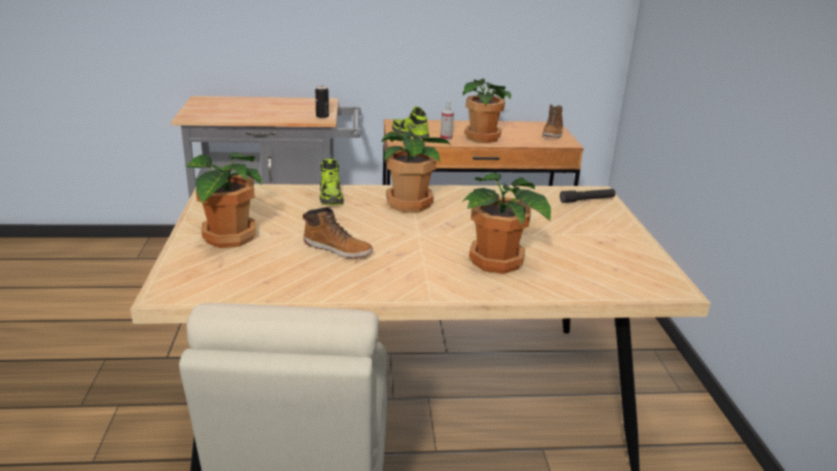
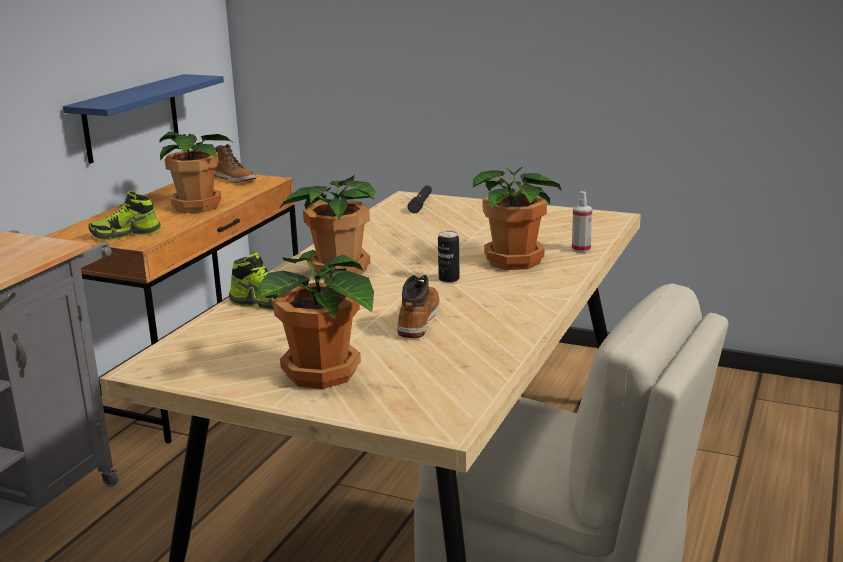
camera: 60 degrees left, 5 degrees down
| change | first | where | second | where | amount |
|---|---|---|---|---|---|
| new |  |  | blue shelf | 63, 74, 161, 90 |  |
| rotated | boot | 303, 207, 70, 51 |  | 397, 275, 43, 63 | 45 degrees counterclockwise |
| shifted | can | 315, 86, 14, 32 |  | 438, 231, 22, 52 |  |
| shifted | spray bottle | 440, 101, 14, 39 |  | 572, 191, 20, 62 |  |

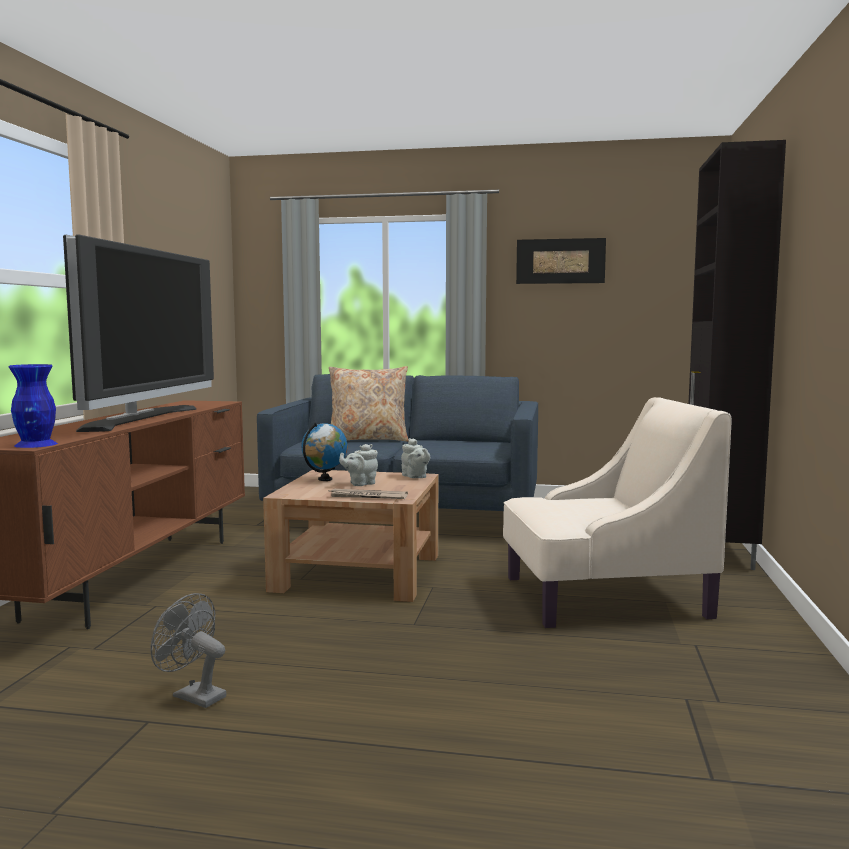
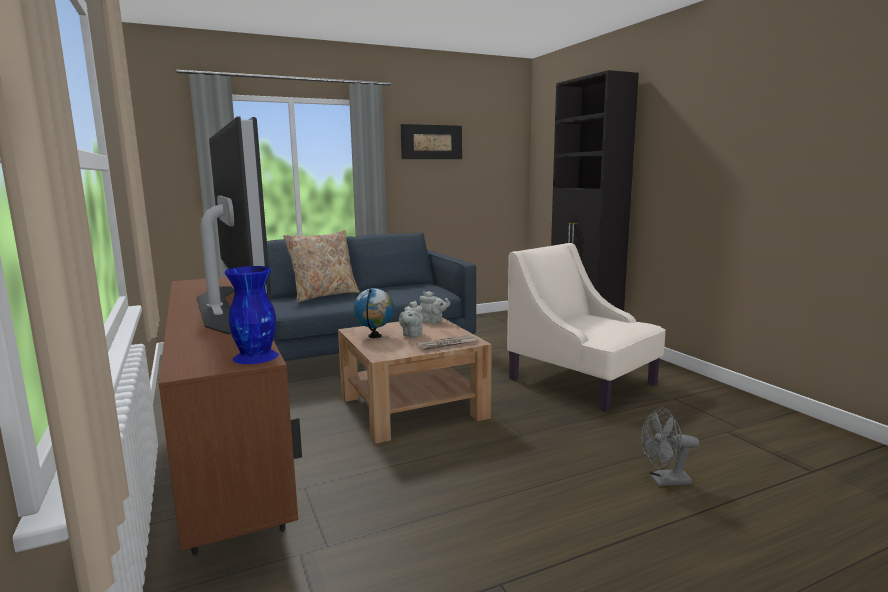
camera: 35 degrees left, 5 degrees up
| change | first | where | second | where | amount |
|---|---|---|---|---|---|
| rotated | beige armchair | 503, 397, 229, 231 |  | 507, 243, 159, 169 | 90 degrees counterclockwise |
| shifted | grey fan | 150, 593, 77, 115 |  | 641, 408, 58, 78 |  |

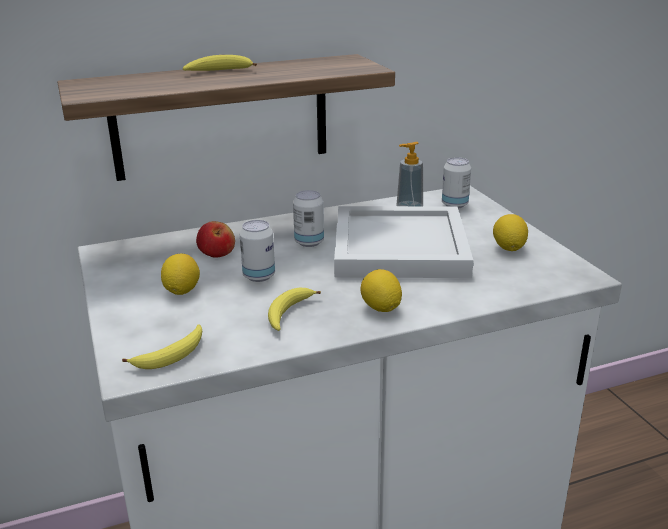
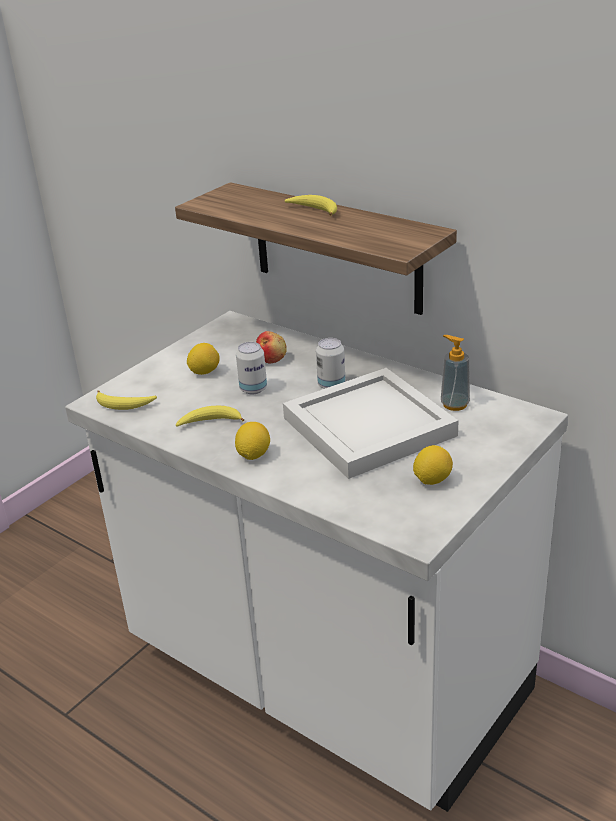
camera: 60 degrees right, 5 degrees up
| change | first | where | second | where | amount |
|---|---|---|---|---|---|
| gone | can | 442, 157, 29, 51 |  |  |  |

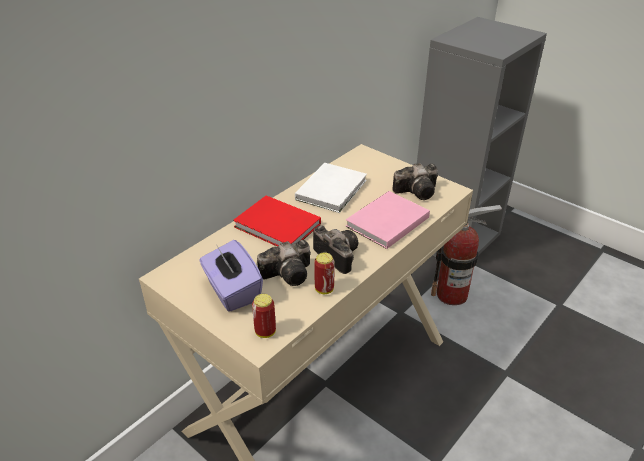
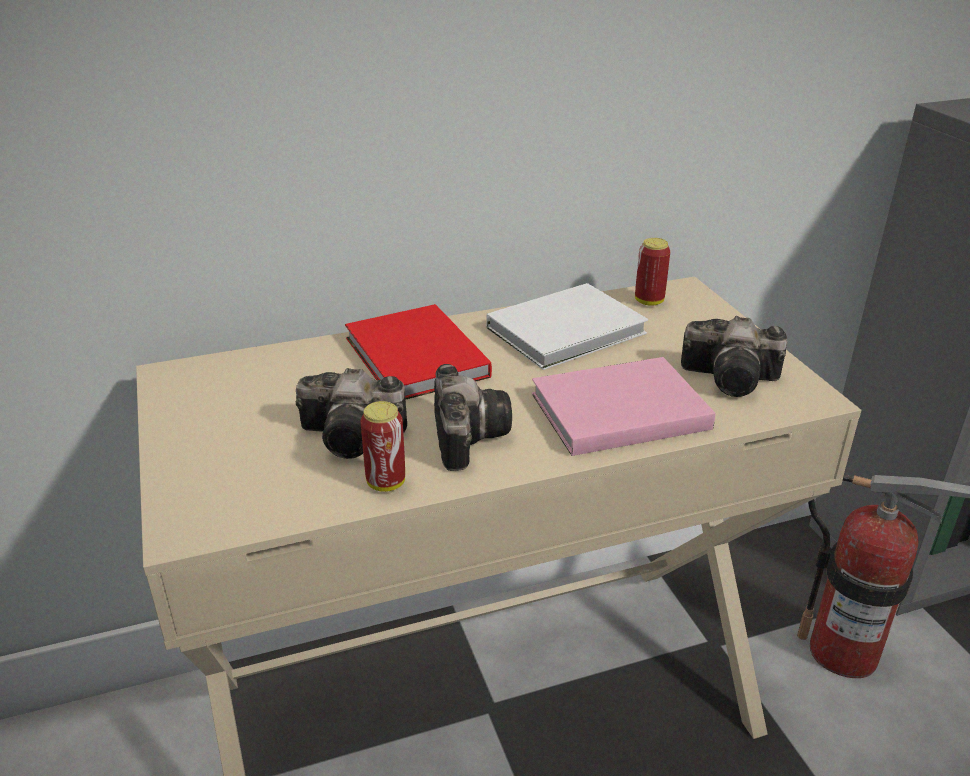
camera: 30 degrees right, 5 degrees down
| change | first | where | second | where | amount |
|---|---|---|---|---|---|
| shifted | can | 252, 294, 24, 44 |  | 635, 238, 35, 68 |  |
| gone | purple tissue box | 199, 240, 64, 72 |  |  |  |

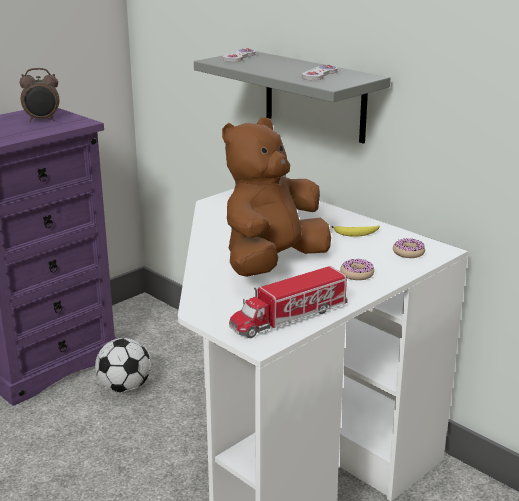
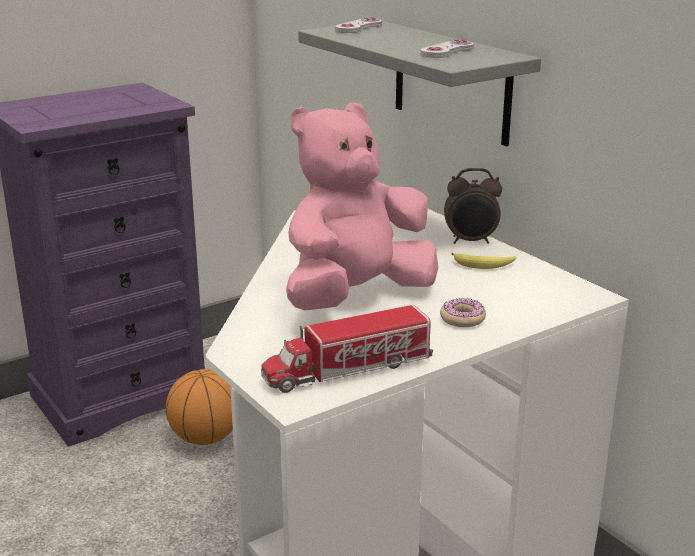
camera: 10 degrees right, 0 degrees up
| change | first | where | second | where | amount |
|---|---|---|---|---|---|
| swapped | football | 95, 338, 56, 55 | basketball | 166, 369, 67, 76 |  |
| repainted | brown plush toy | 222, 117, 109, 160 | pink plush toy | 286, 102, 152, 209 |  |
| shifted | alarm clock | 20, 68, 39, 54 |  | 444, 168, 58, 76 |  |
| gone | donut | 393, 238, 32, 20 |  |  |  |

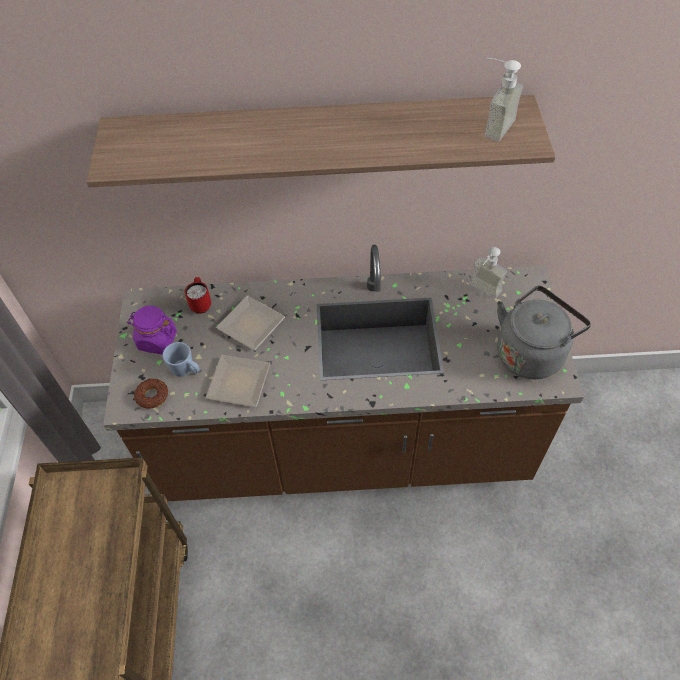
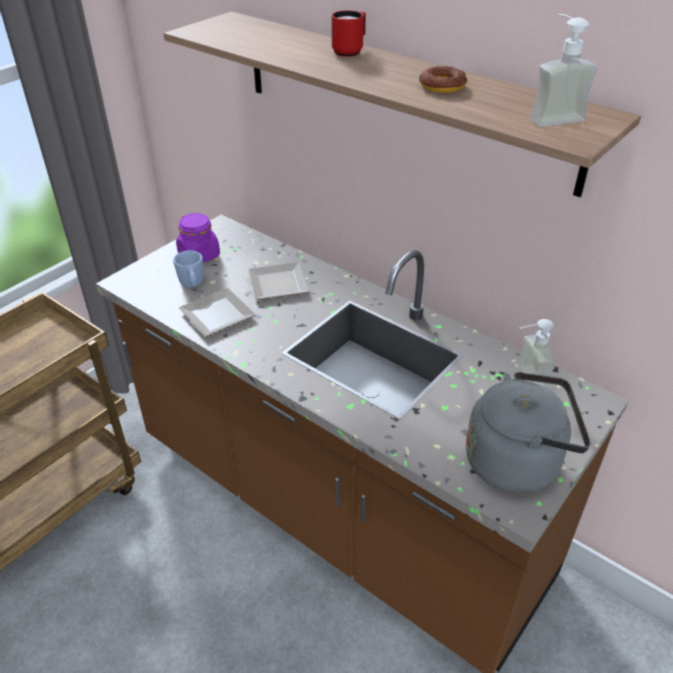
camera: 40 degrees right, 15 degrees down
| change | first | where | second | where | amount |
|---|---|---|---|---|---|
| shifted | red mug | 185, 277, 26, 37 |  | 332, 10, 34, 47 |  |
| shifted | donut | 134, 379, 34, 30 |  | 419, 66, 49, 27 |  |

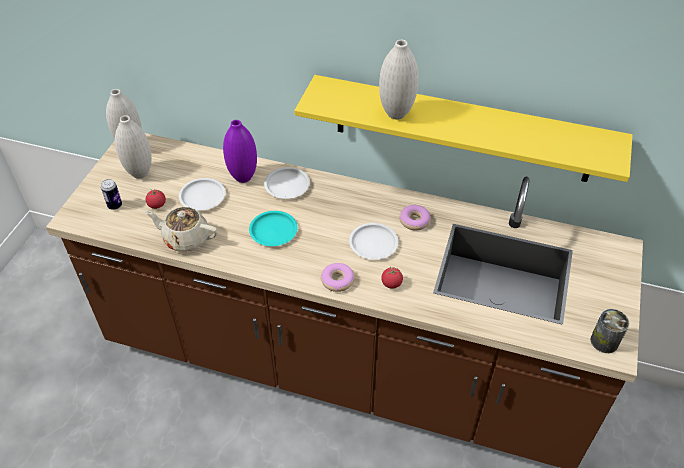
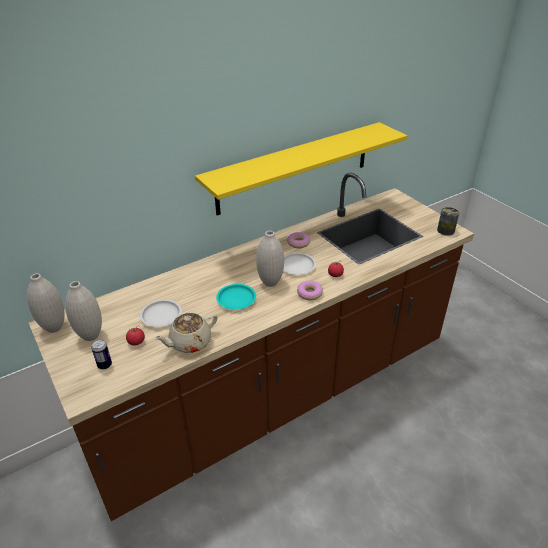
camera: 50 degrees left, 10 degrees down
| change | first | where | second | where | amount |
|---|---|---|---|---|---|
| shifted | white vase | 379, 40, 40, 80 |  | 256, 231, 28, 56 |  |
| gone | purple vase | 223, 120, 34, 63 |  |  |  |
| gone | white plate | 264, 167, 46, 32 |  |  |  |

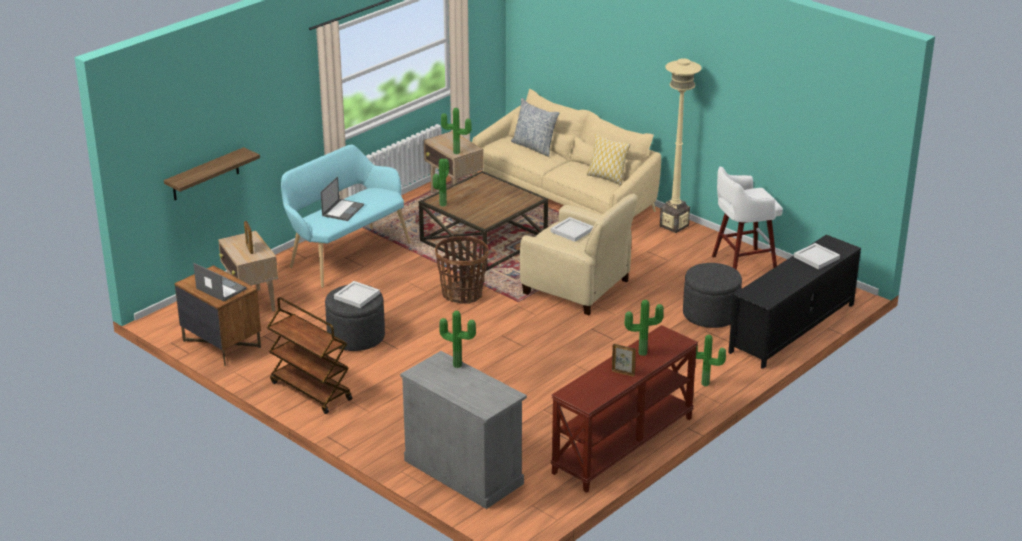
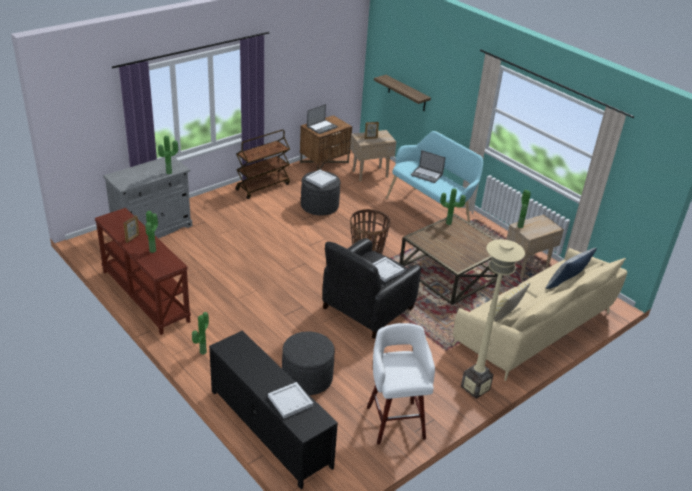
camera: 95 degrees right, 5 degrees up
| change | first | where | second | where | amount |
|---|---|---|---|---|---|
| repainted | beige armchair | 520, 194, 118, 121 | black armchair | 322, 238, 99, 101 |  |

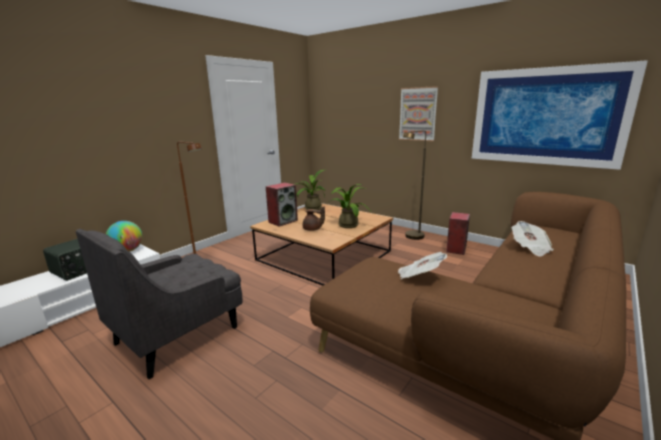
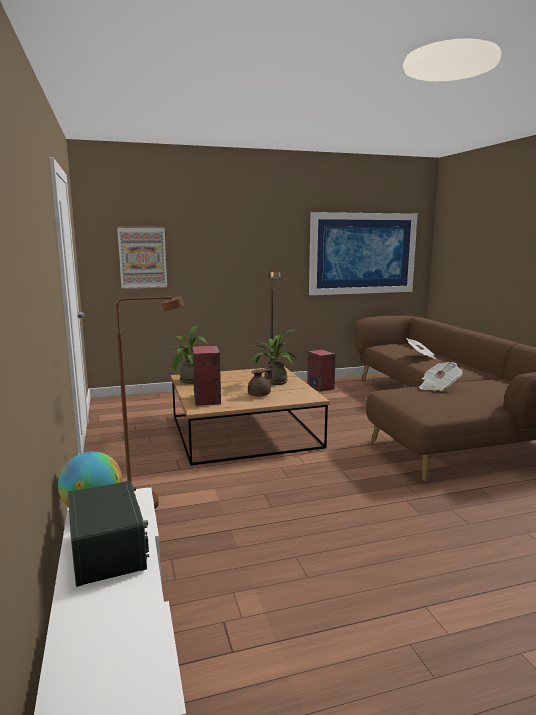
camera: 55 degrees left, 5 degrees down
| change | first | where | second | where | amount |
|---|---|---|---|---|---|
| shifted | picture | 399, 86, 39, 55 |  | 117, 226, 50, 63 |  |
| gone | grey armchair | 76, 229, 167, 150 |  |  |  |

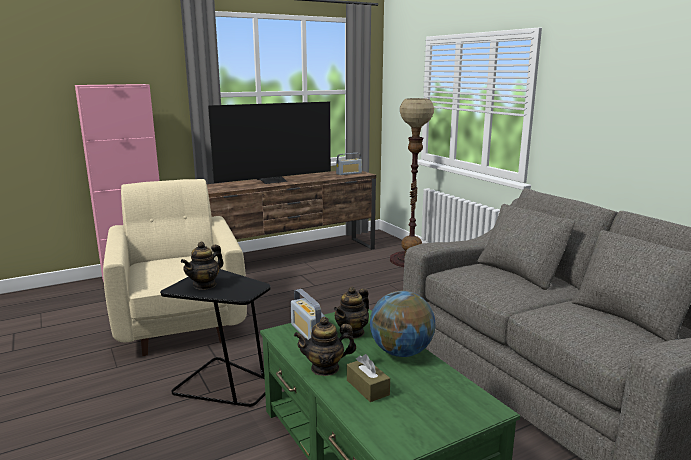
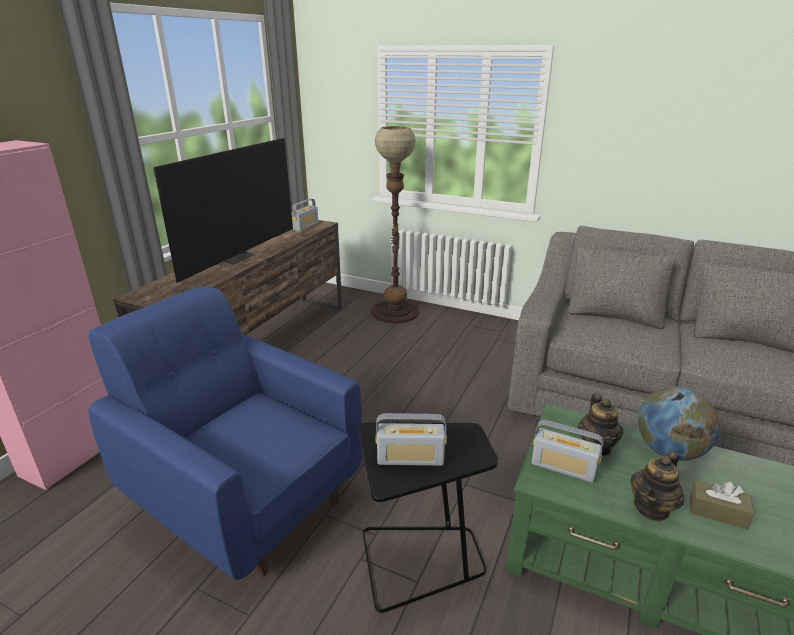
camera: 35 degrees left, 10 degrees up
| change | first | where | second | where | amount |
|---|---|---|---|---|---|
| repainted | beige armchair | 103, 179, 144, 177 | blue armchair | 88, 286, 275, 294 |  |
| swapped | teapot | 181, 241, 43, 49 | radio | 376, 413, 71, 53 |  |

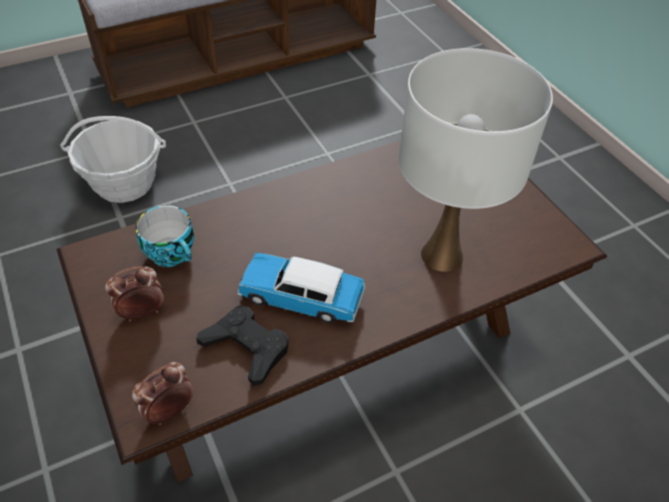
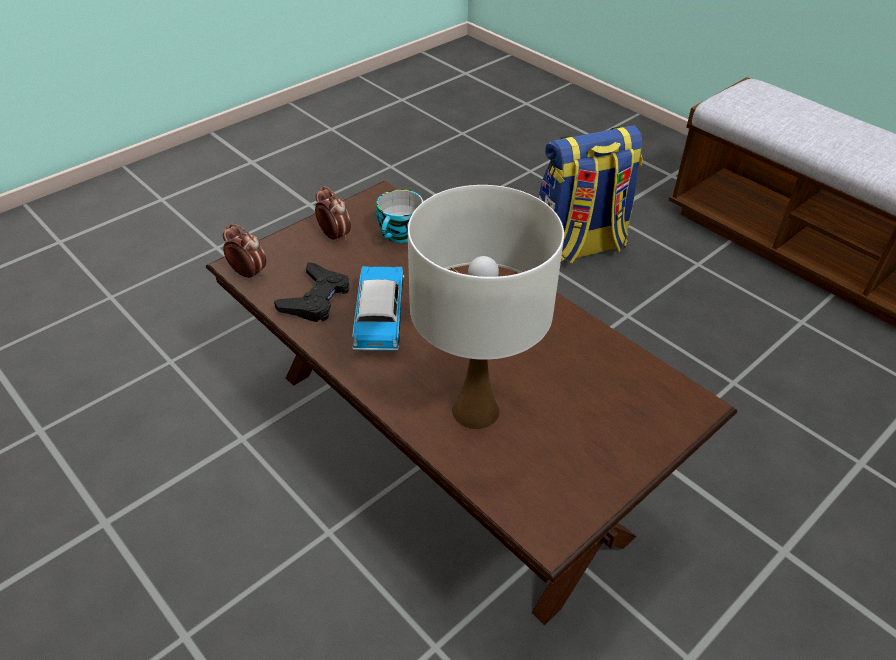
camera: 75 degrees right, 5 degrees down
| change | first | where | second | where | amount |
|---|---|---|---|---|---|
| swapped | basket | 60, 116, 106, 87 | backpack | 538, 126, 105, 137 |  |

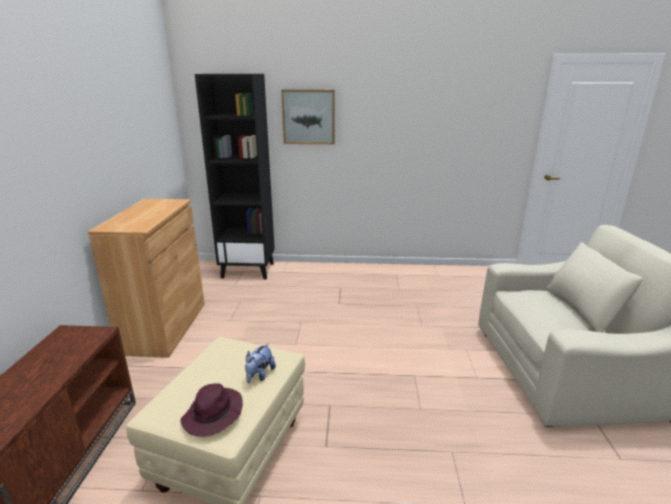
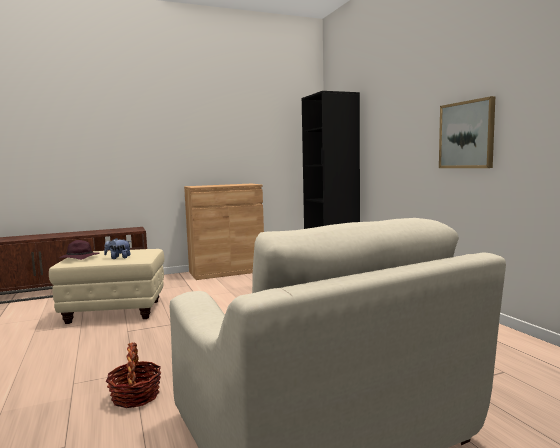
camera: 65 degrees right, 15 degrees down
| change | first | where | second | where | amount |
|---|---|---|---|---|---|
| new |  |  | basket | 106, 342, 55, 66 |  |
| shifted | picture | 281, 90, 54, 54 |  | 439, 96, 56, 72 |  |

